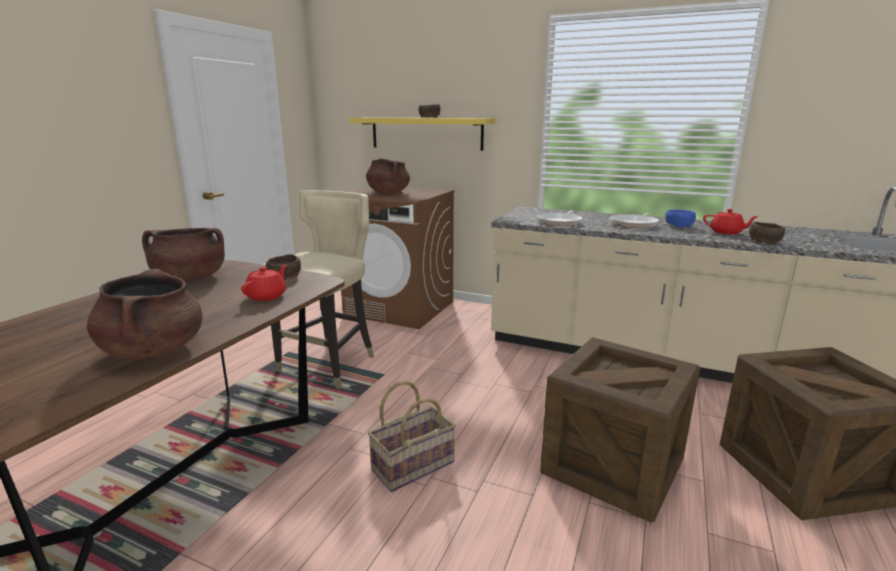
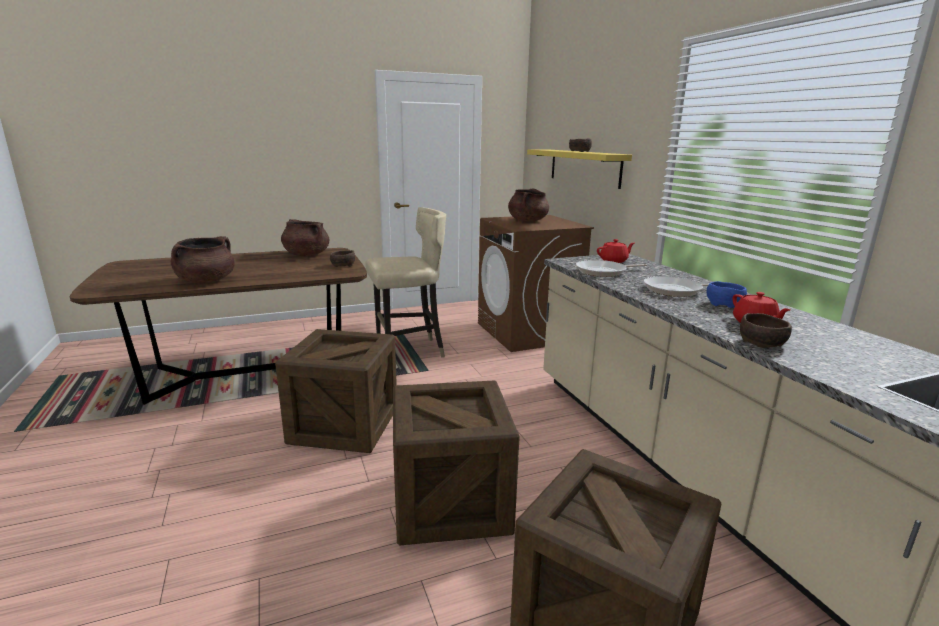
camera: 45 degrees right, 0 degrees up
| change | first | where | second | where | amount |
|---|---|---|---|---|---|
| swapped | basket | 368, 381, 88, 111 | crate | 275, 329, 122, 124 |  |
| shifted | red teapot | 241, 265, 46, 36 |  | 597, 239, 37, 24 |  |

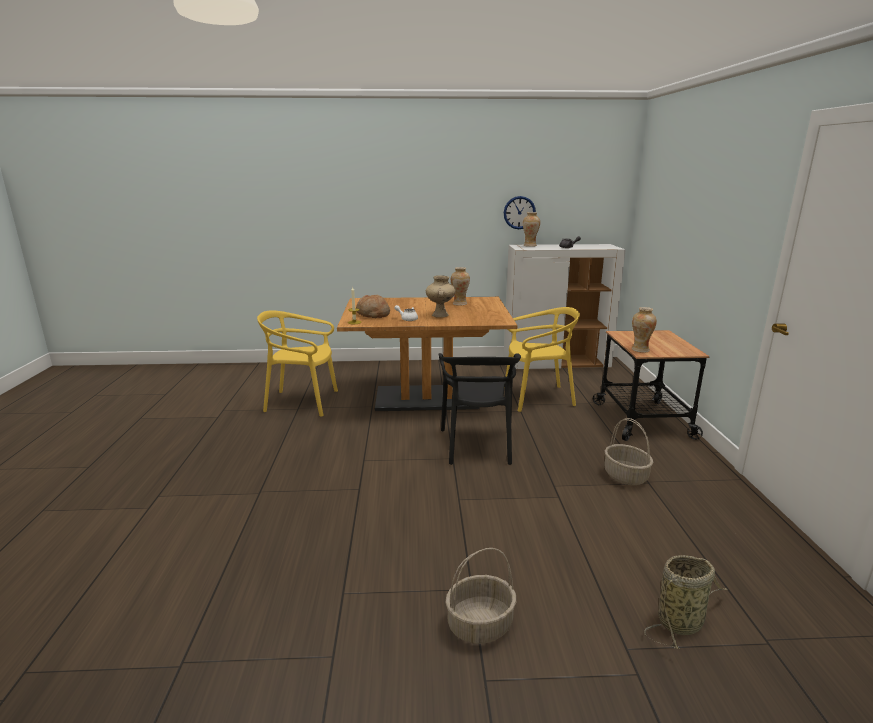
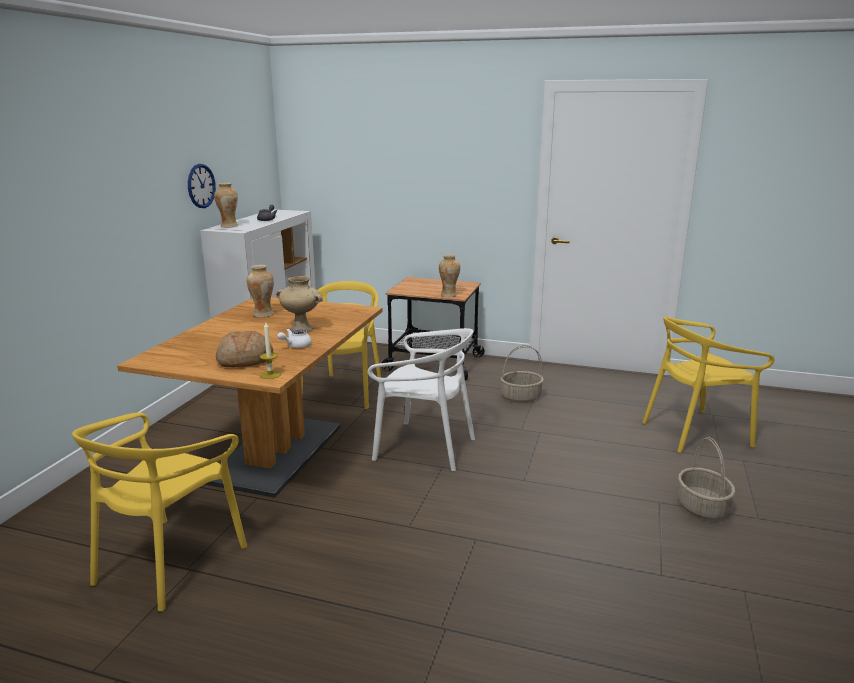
camera: 70 degrees left, 0 degrees up
| change | first | where | second | where | amount |
|---|---|---|---|---|---|
| repainted | black chair | 439, 353, 82, 112 | white chair | 368, 328, 107, 143 |  |
| swapped | basket | 644, 555, 84, 94 | yellow chair | 642, 317, 132, 136 |  |

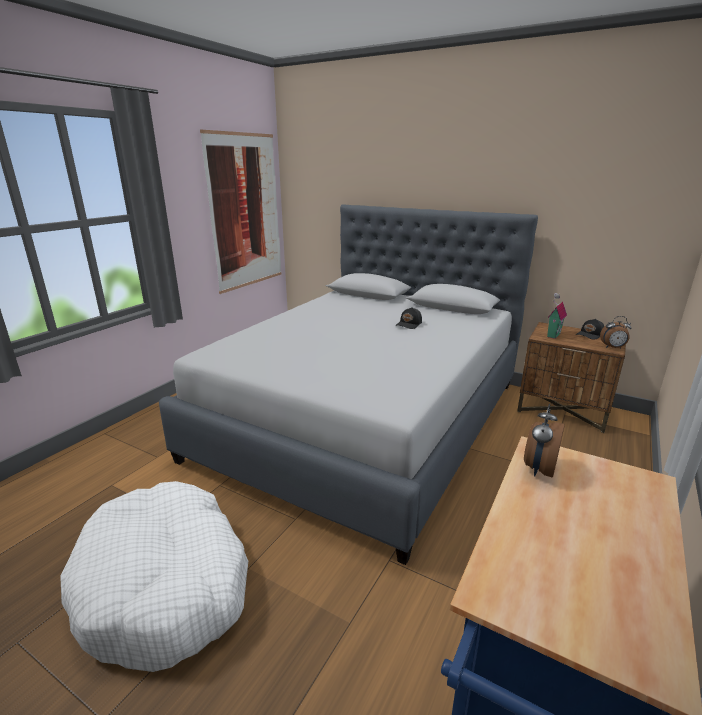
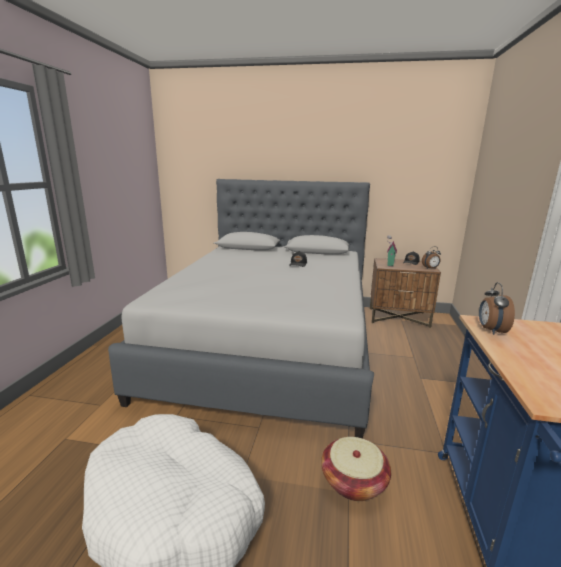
camera: 20 degrees left, 5 degrees down
| change | first | where | second | where | amount |
|---|---|---|---|---|---|
| new |  |  | basket | 321, 437, 70, 64 |  |
| gone | picture | 200, 130, 81, 164 |  |  |  |

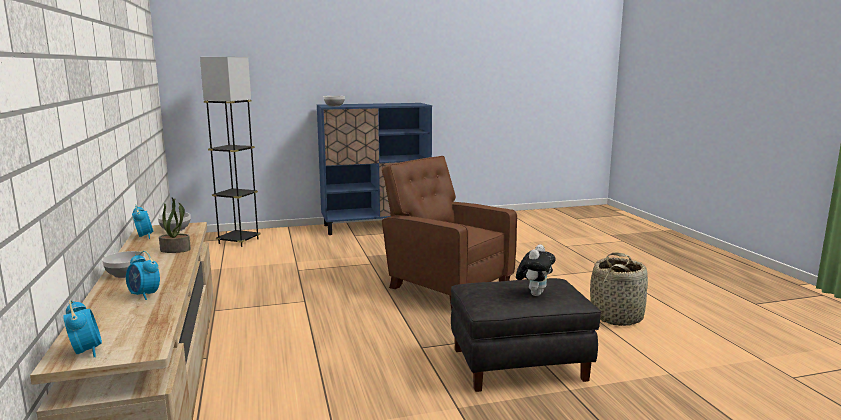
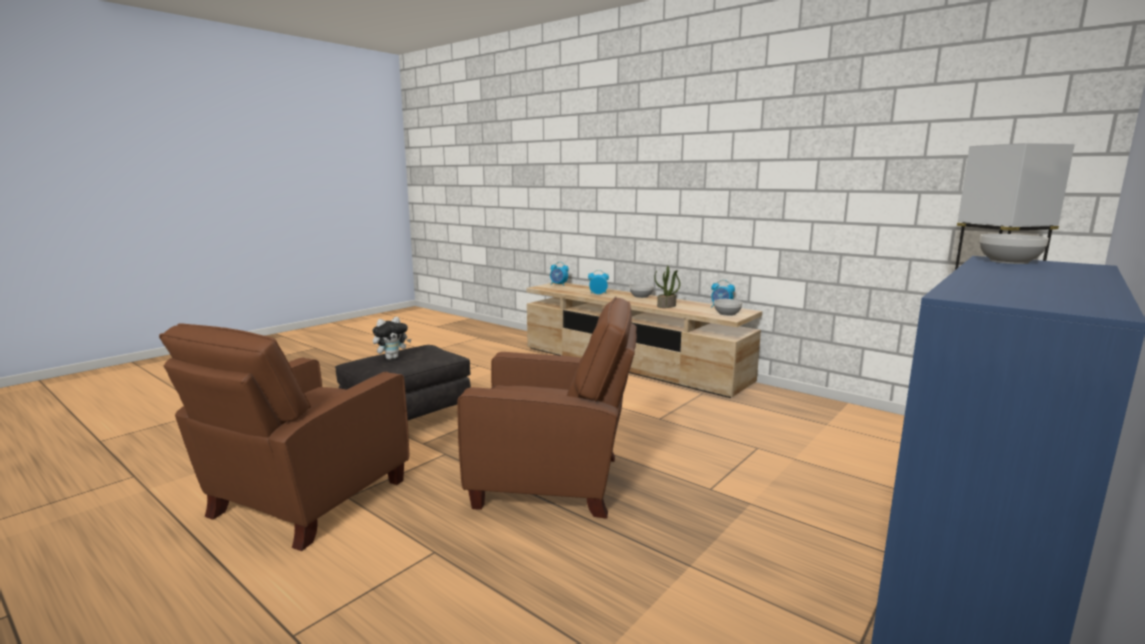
camera: 145 degrees right, 0 degrees up
| change | first | where | second | where | amount |
|---|---|---|---|---|---|
| swapped | basket | 590, 252, 58, 74 | brown armchair | 159, 323, 250, 228 |  |
| rotated | plush toy | 516, 245, 40, 51 |  | 373, 317, 38, 43 | 120 degrees counterclockwise |

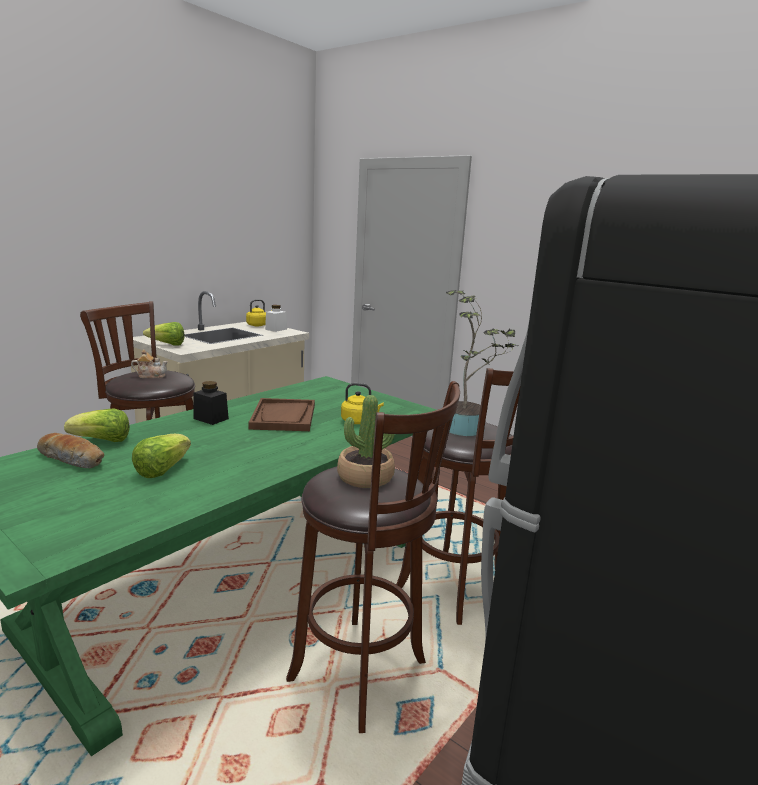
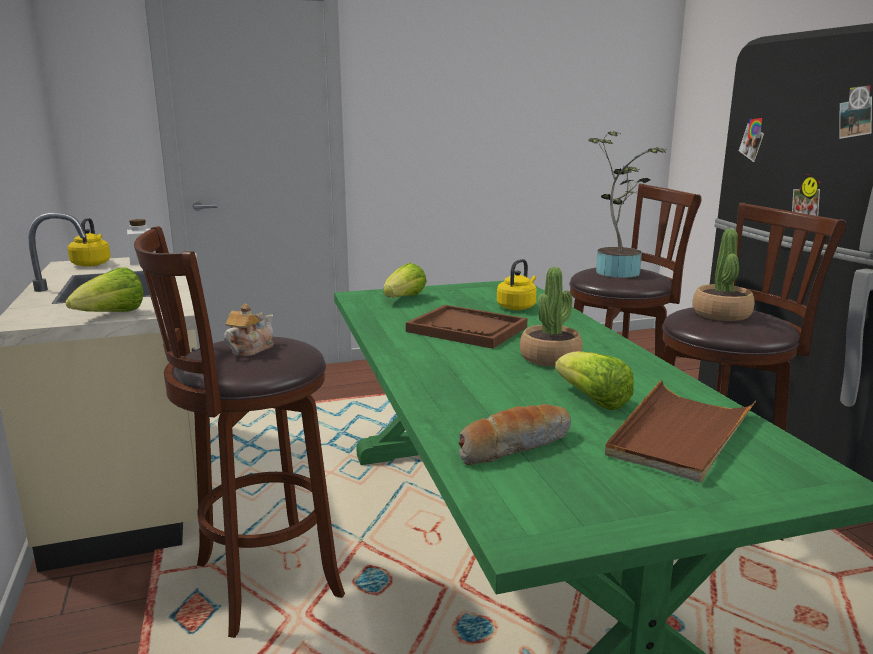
camera: 55 degrees left, 0 degrees up
| change | first | where | second | where | amount |
|---|---|---|---|---|---|
| shifted | lettuce | 64, 409, 66, 33 |  | 383, 263, 44, 34 |  |
| new |  |  | potted plant | 520, 267, 63, 100 |  |
| new |  |  | brown tray | 605, 380, 152, 103 |  |
| gone | black jar | 194, 381, 35, 44 |  |  |  |

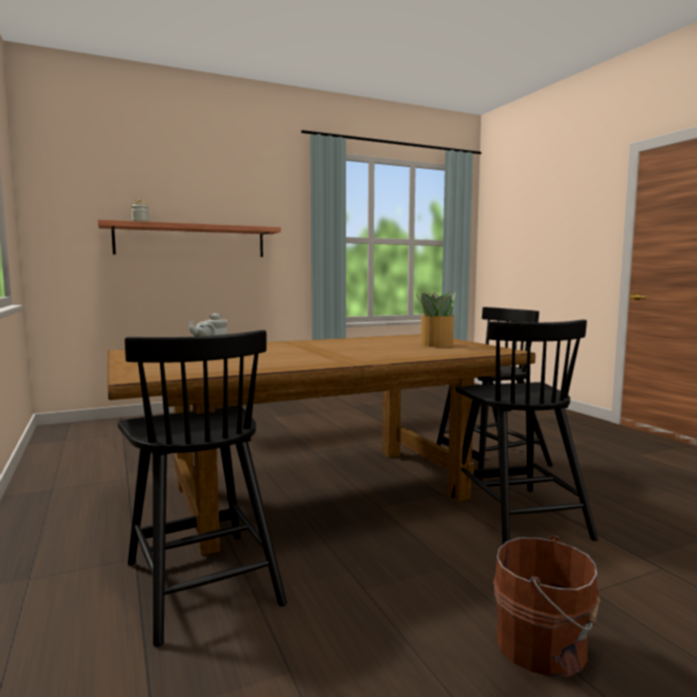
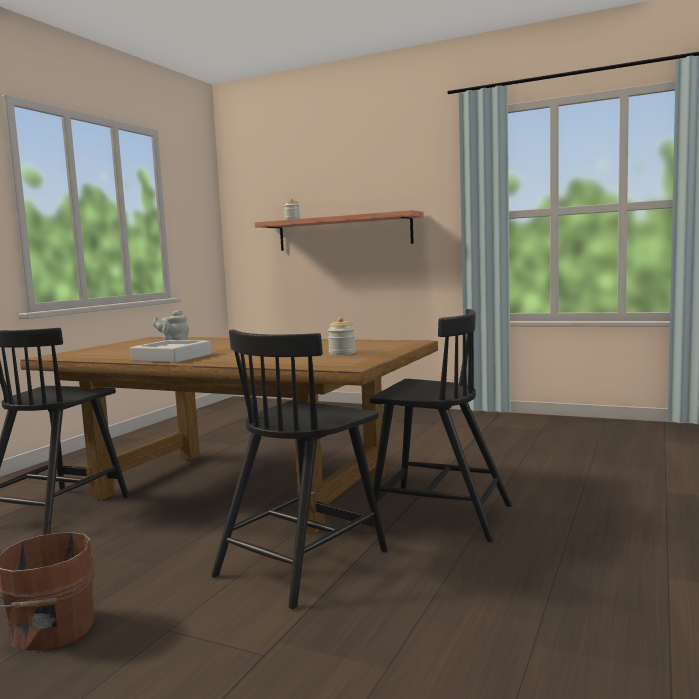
camera: 50 degrees right, 0 degrees up
| change | first | where | second | where | amount |
|---|---|---|---|---|---|
| new |  |  | grey tray | 130, 340, 82, 23 |  |
| swapped | potted plant | 416, 291, 40, 56 | jar | 328, 317, 28, 38 |  |

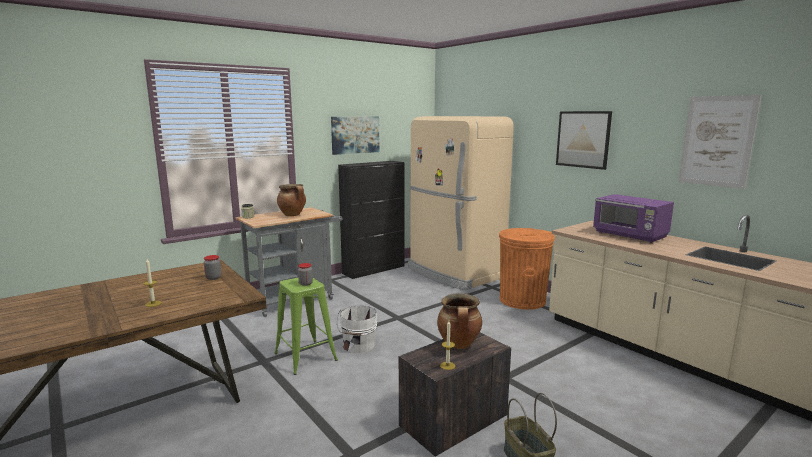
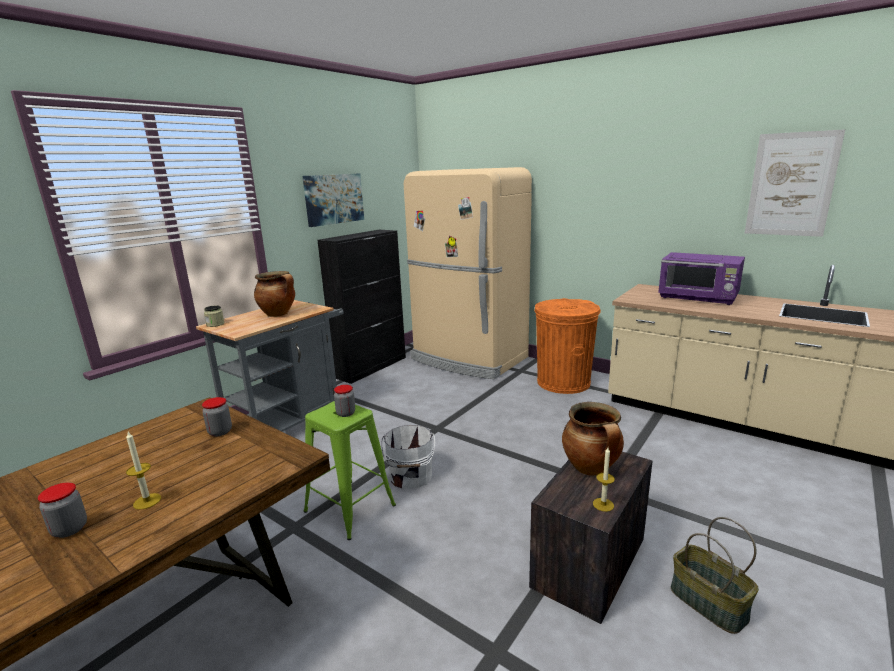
camera: 15 degrees left, 5 degrees up
| change | first | where | second | where | amount |
|---|---|---|---|---|---|
| new |  |  | jar | 38, 482, 49, 56 |  |
| gone | picture | 556, 111, 56, 59 |  |  |  |

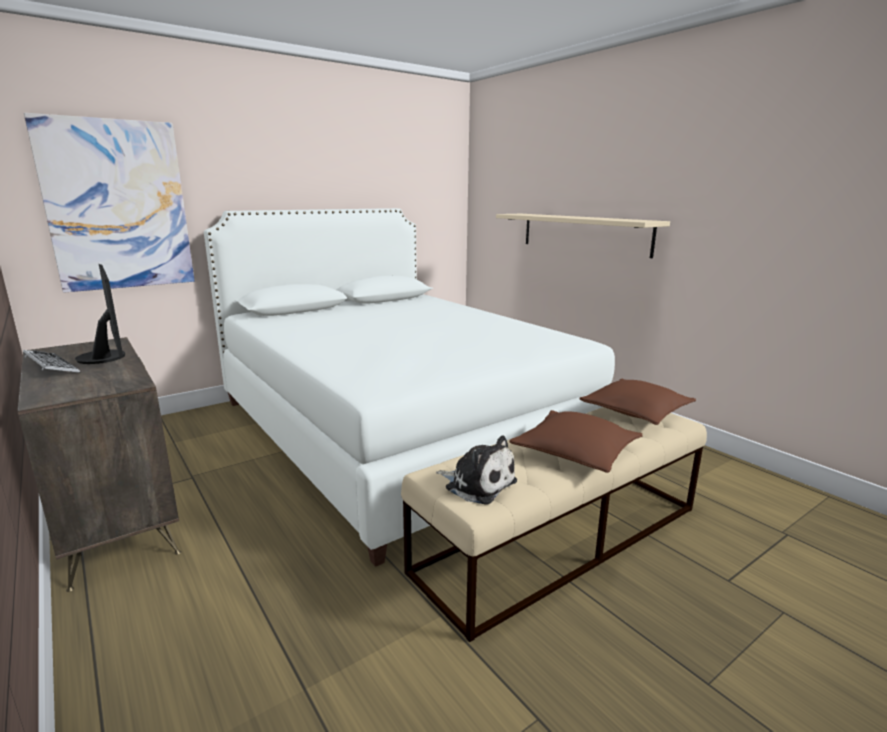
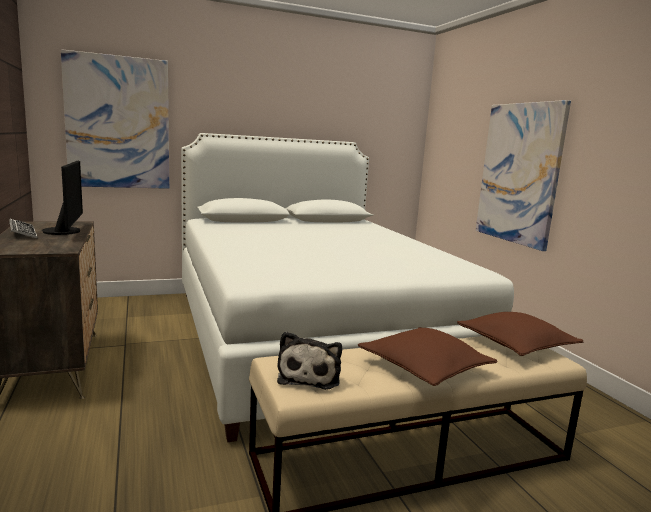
camera: 15 degrees right, 5 degrees down
| change | first | where | second | where | amount |
|---|---|---|---|---|---|
| rotated | plush toy | 436, 436, 81, 69 |  | 277, 331, 65, 59 | 45 degrees clockwise |
| swapped | beige shelf | 496, 214, 174, 44 | picture | 476, 100, 95, 151 |  |

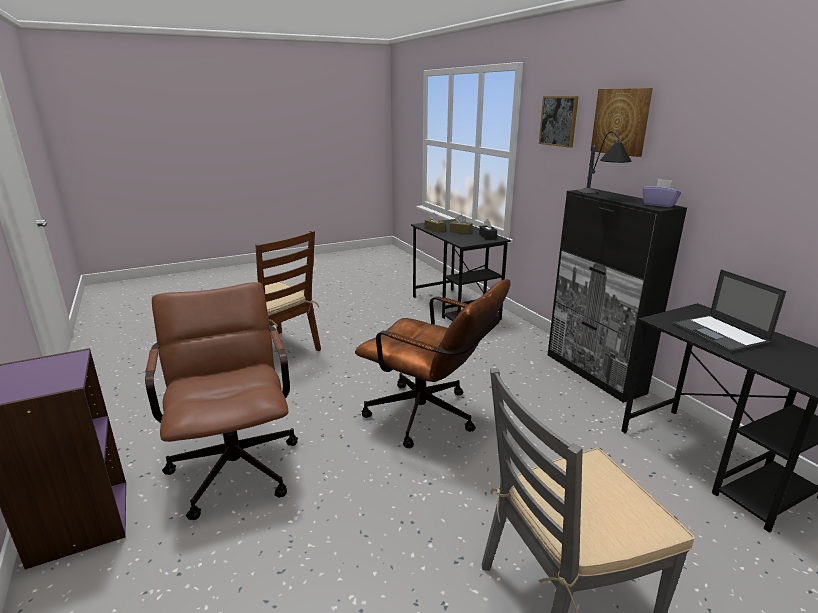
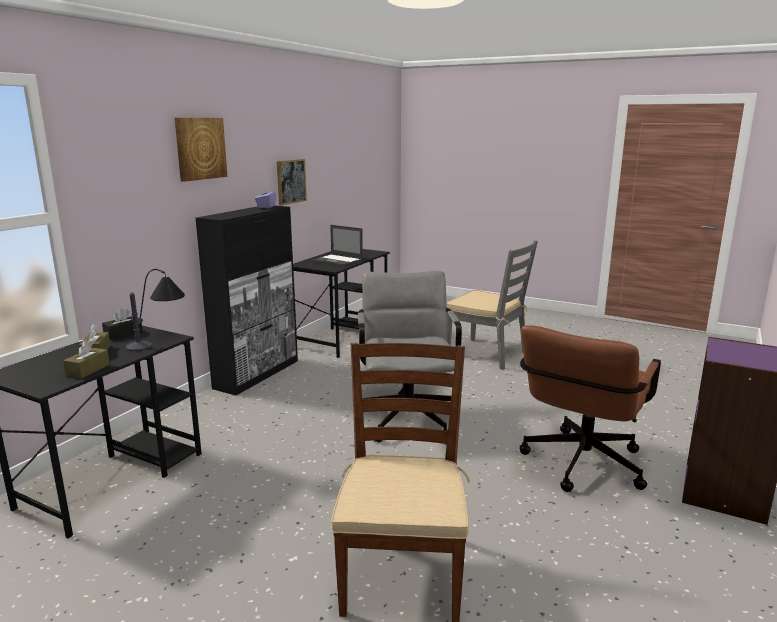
camera: 125 degrees left, 5 degrees down
| change | first | where | second | where | amount |
|---|---|---|---|---|---|
| shifted | table lamp | 578, 131, 53, 63 |  | 126, 269, 59, 82 |  |
| shifted | picture | 539, 96, 40, 52 |  | 277, 159, 30, 46 |  |
| rotated | laptop | 673, 269, 113, 84 |  | 312, 225, 51, 42 | 90 degrees clockwise |
| repainted | brown office chair | 355, 279, 155, 169 | grey office chair | 358, 271, 104, 171 |  |

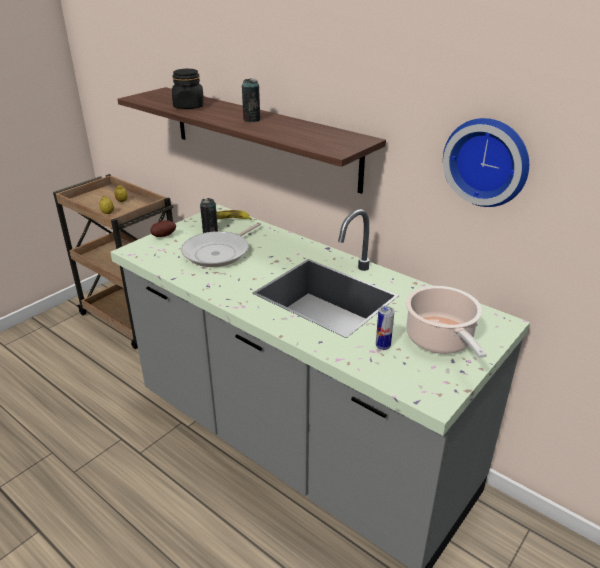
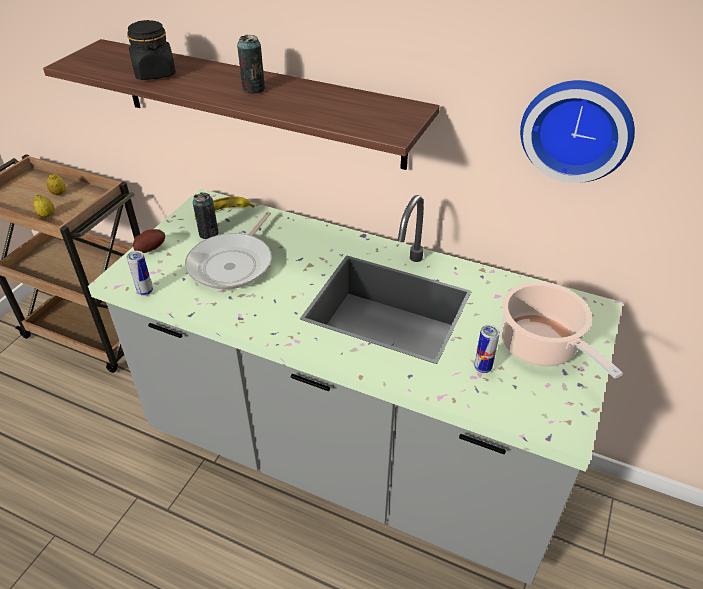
camera: 15 degrees left, 10 degrees up
| change | first | where | second | where | amount |
|---|---|---|---|---|---|
| new |  |  | can | 127, 251, 26, 45 |  |

